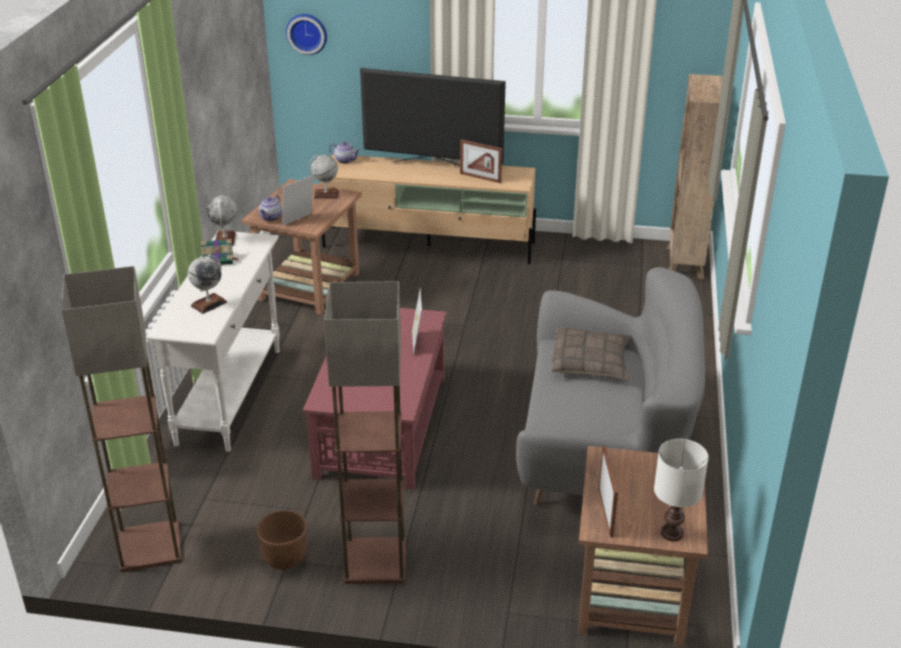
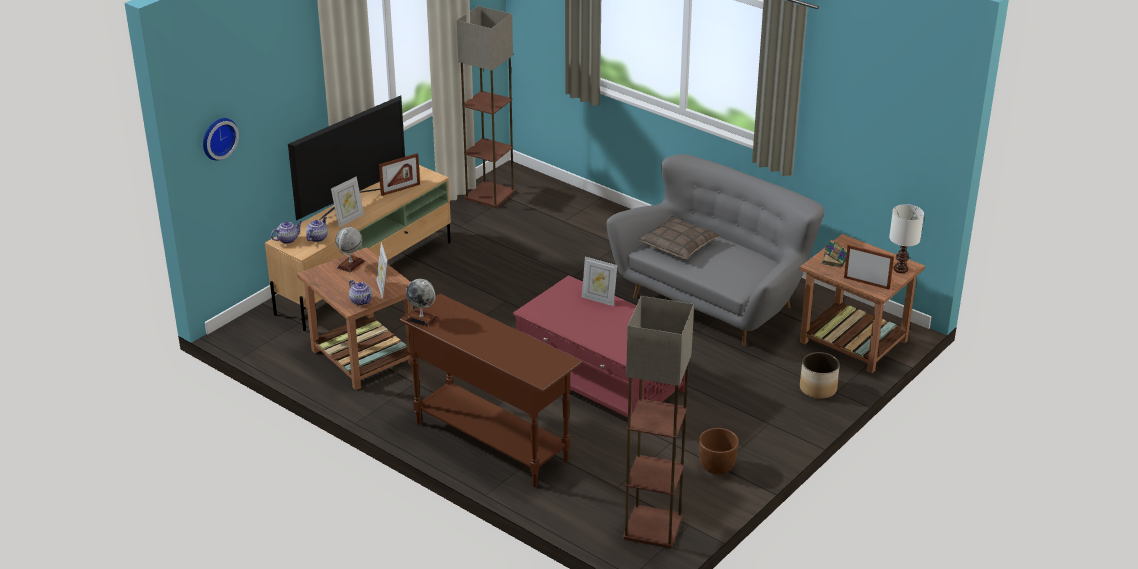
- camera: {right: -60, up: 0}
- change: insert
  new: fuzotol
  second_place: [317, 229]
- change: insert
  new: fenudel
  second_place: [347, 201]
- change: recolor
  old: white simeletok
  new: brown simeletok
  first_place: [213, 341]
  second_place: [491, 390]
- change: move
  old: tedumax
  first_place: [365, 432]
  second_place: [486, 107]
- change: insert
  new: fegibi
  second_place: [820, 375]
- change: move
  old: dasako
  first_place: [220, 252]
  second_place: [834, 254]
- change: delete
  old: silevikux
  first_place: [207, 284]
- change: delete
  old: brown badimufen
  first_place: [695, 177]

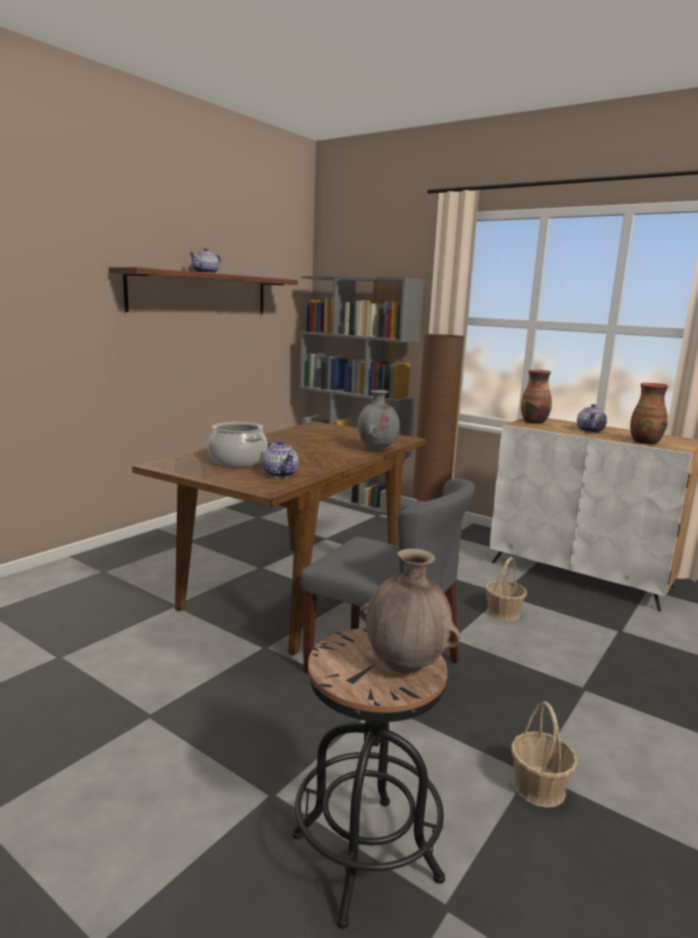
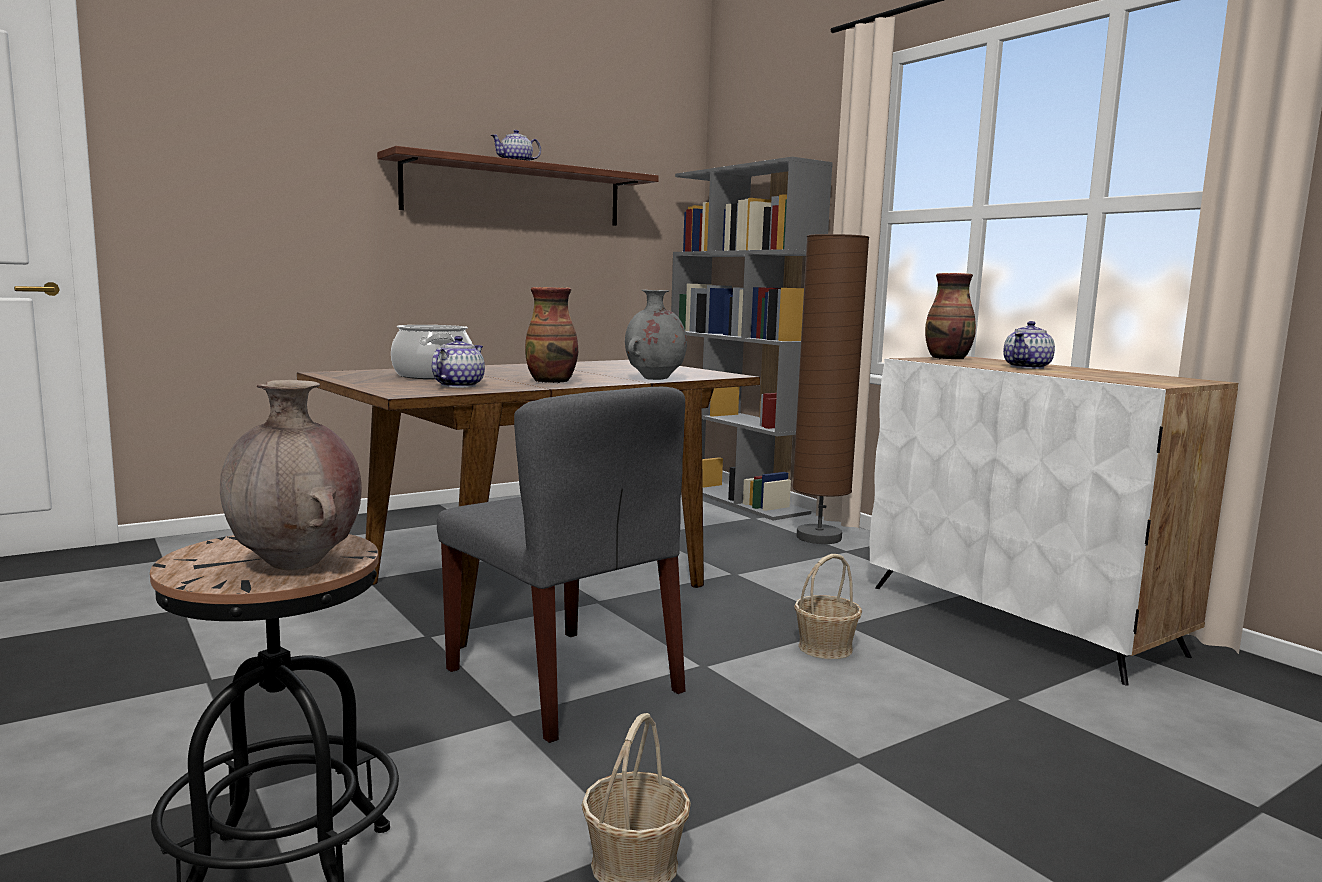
- camera: {right: 20, up: -5}
- change: rotate
  old: fuzotol
  first_place: [280, 459]
  second_place: [458, 362]
  degrees: -150
- change: move
  old: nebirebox
  first_place: [649, 413]
  second_place: [551, 335]

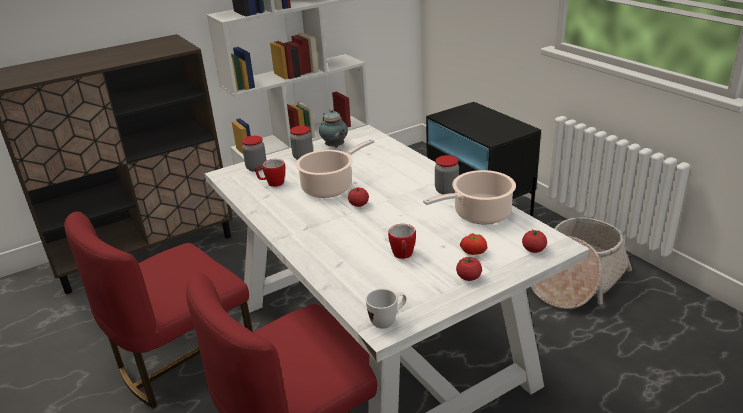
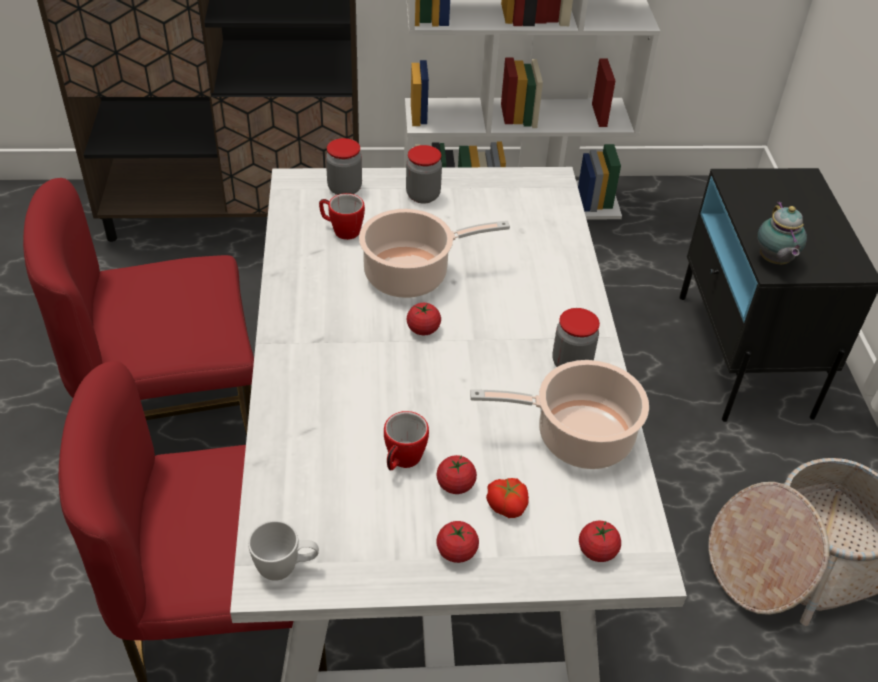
- camera: {right: 25, up: 15}
- change: insert
  new: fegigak
  second_place: [456, 474]
- change: move
  old: fuzotol
  first_place: [333, 128]
  second_place: [782, 233]

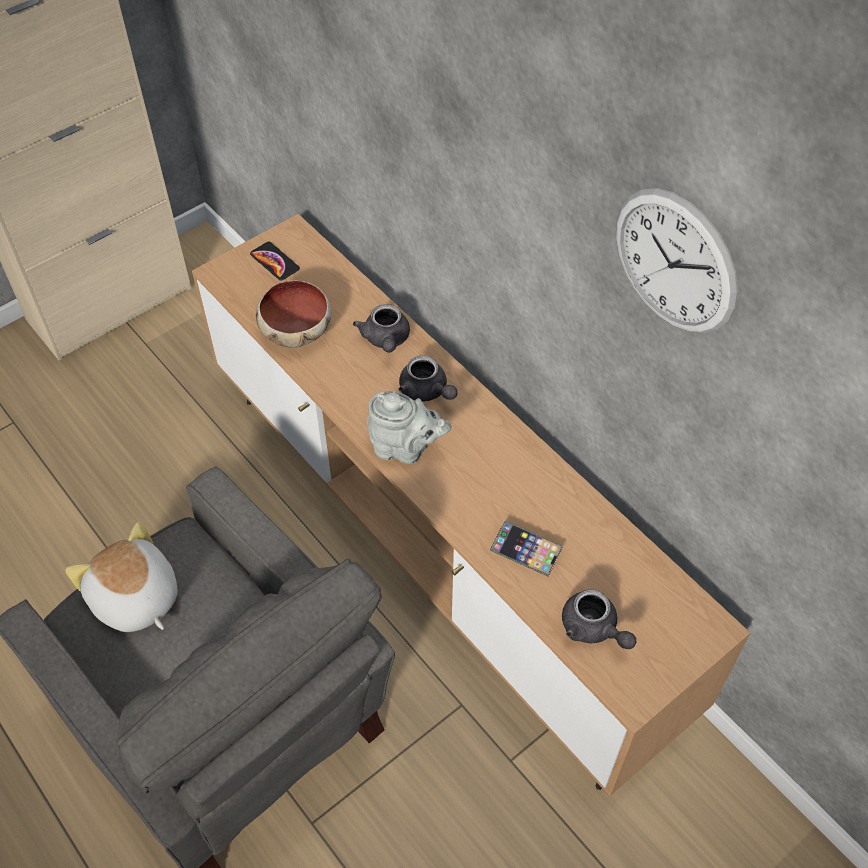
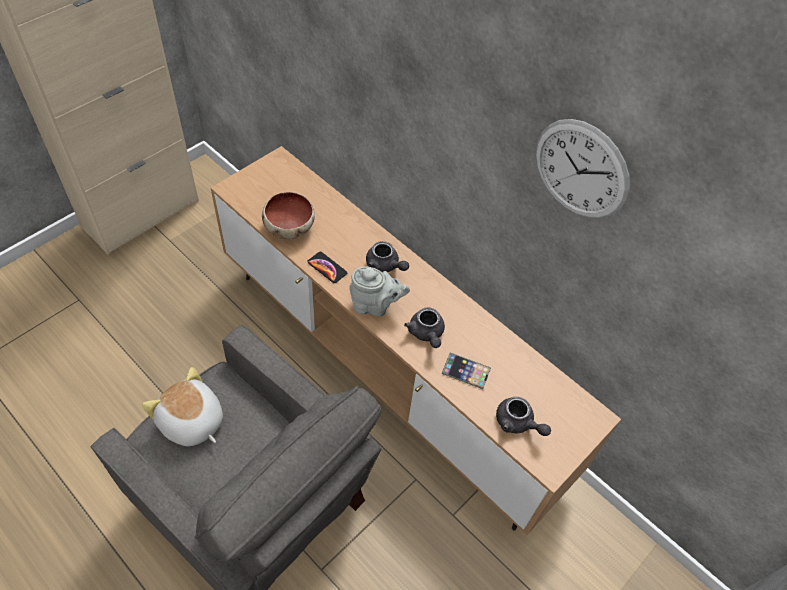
- camera: {right: -10, up: 0}
- change: move
  old: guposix
  first_place: [275, 261]
  second_place: [327, 267]
- change: move
  old: grey fuzotol
  first_place: [381, 328]
  second_place: [424, 328]

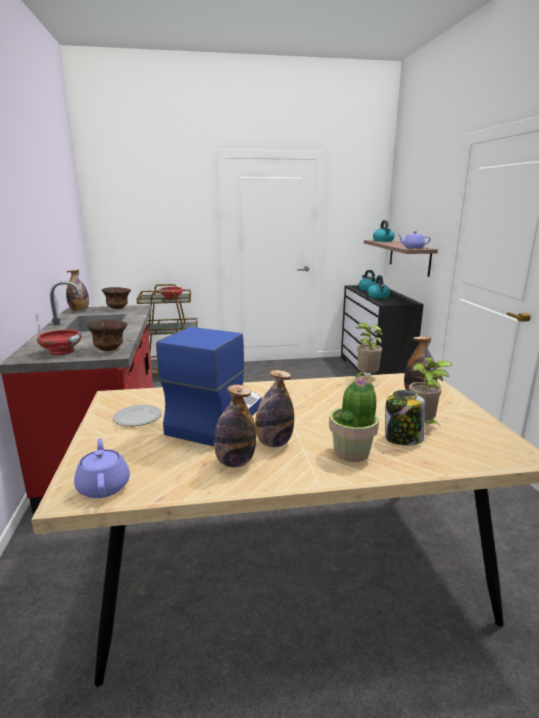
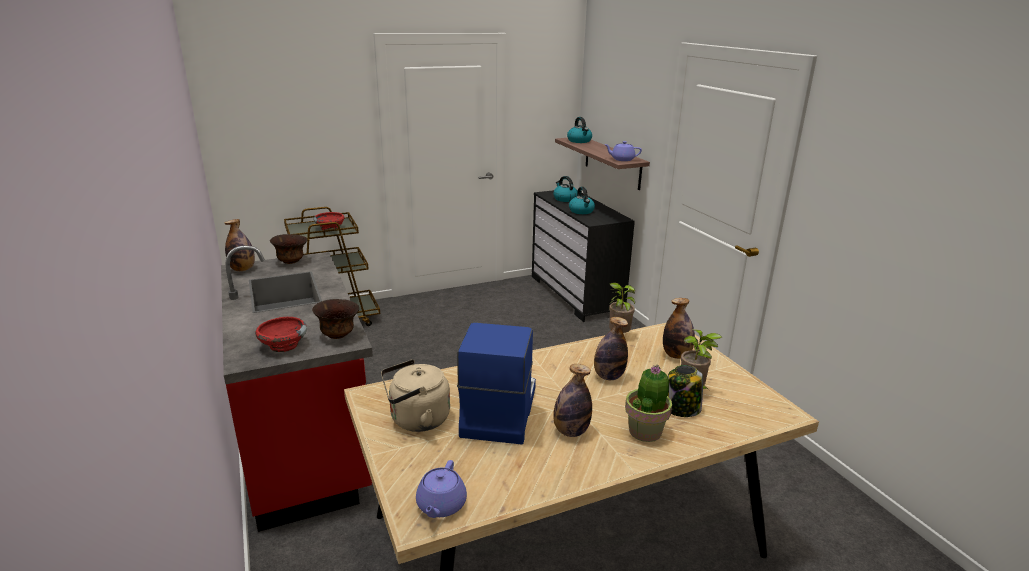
- camera: {right: -15, up: 5}
- change: replace
  old: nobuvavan
  new: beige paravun
  first_place: [137, 415]
  second_place: [415, 395]
- change: rotate
  old: purple fuzotol
  first_place: [102, 468]
  second_place: [441, 489]
  degrees: -135
- change: move
  old: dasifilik
  first_place: [235, 426]
  second_place: [611, 348]

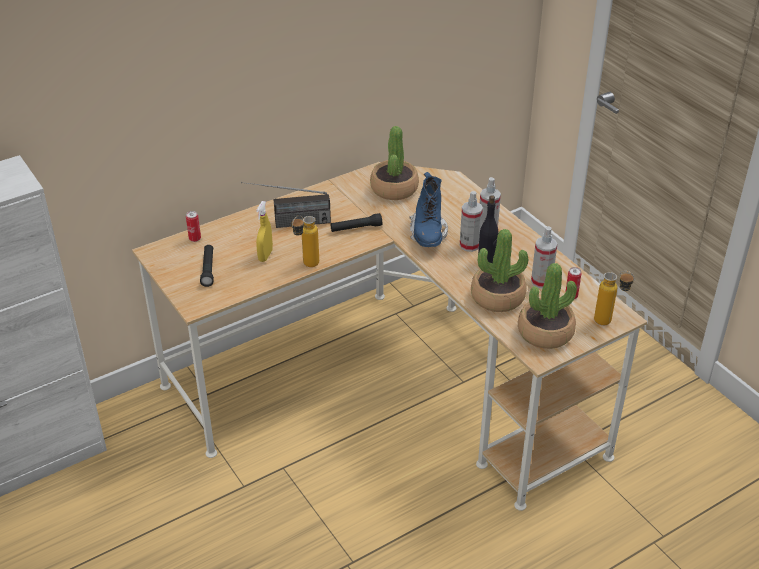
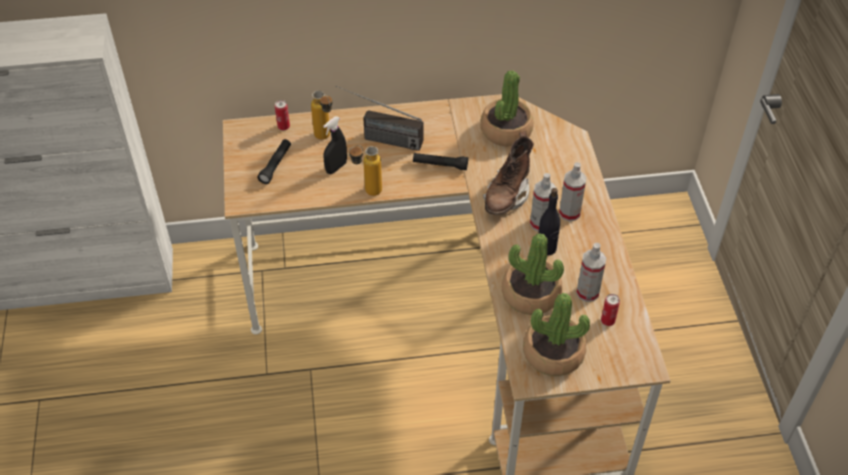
- camera: {right: 25, up: 10}
- change: move
  old: dasifilik
  first_place: [614, 298]
  second_place: [321, 115]
- change: recolor
  old: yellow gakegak
  new: black gakegak
  first_place: [264, 231]
  second_place: [335, 145]
- change: recolor
  old: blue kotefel
  new: brown kotefel
  first_place: [428, 209]
  second_place: [508, 174]

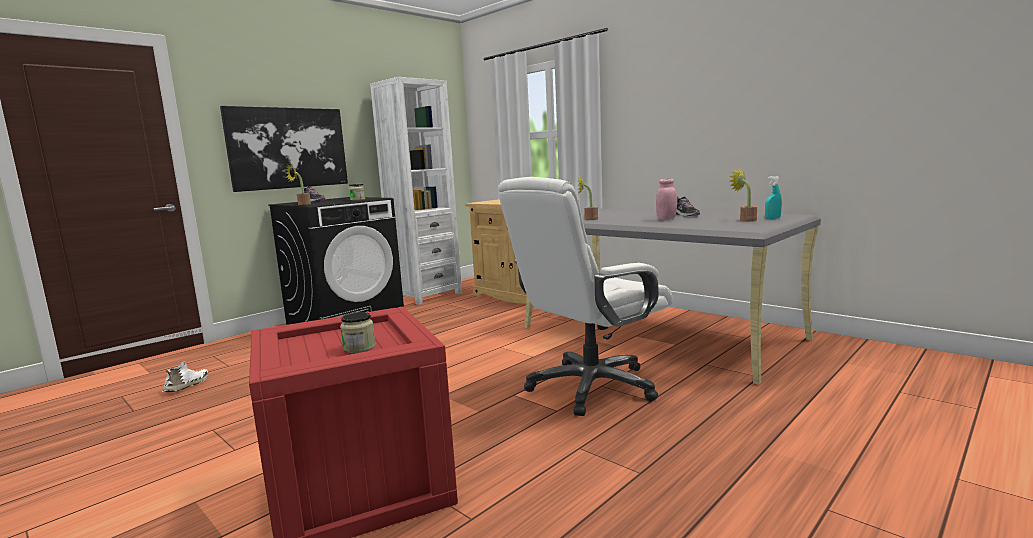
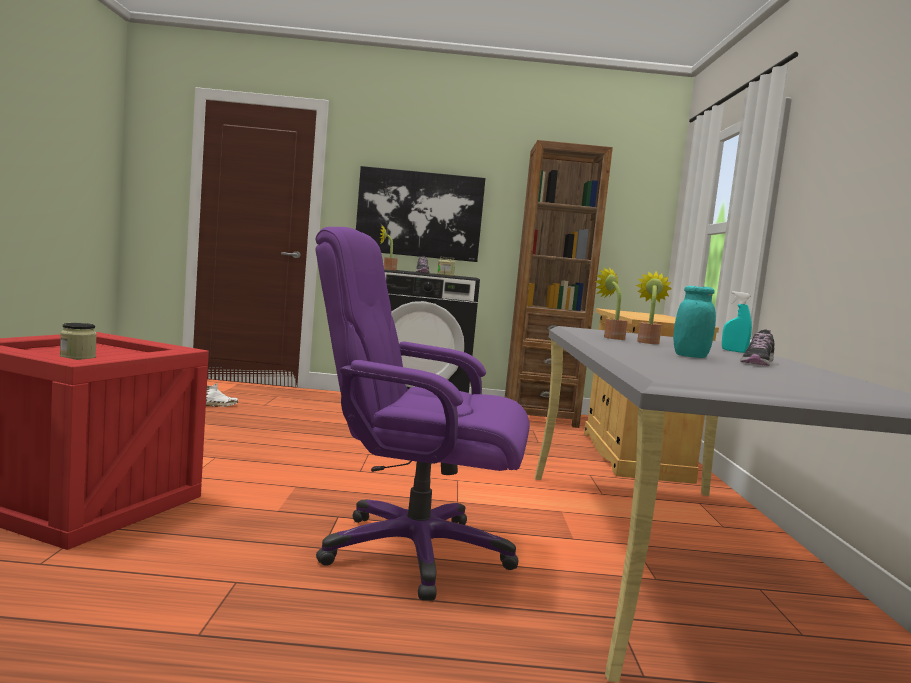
- camera: {right: 45, up: -5}
- change: recolor
  old: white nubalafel
  new: purple nubalafel
  first_place: [585, 296]
  second_place: [422, 413]
- change: recolor
  old: white badimufen
  new: brown badimufen
  first_place: [416, 191]
  second_place: [559, 284]
- change: move
  old: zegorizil
  first_place: [743, 195]
  second_place: [654, 307]
- change: recolor
  old: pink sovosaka
  new: turquoise sovosaka
  first_place: [666, 199]
  second_place: [694, 322]
- change: move
  old: turquoise gakegak
  first_place: [773, 197]
  second_place: [737, 322]

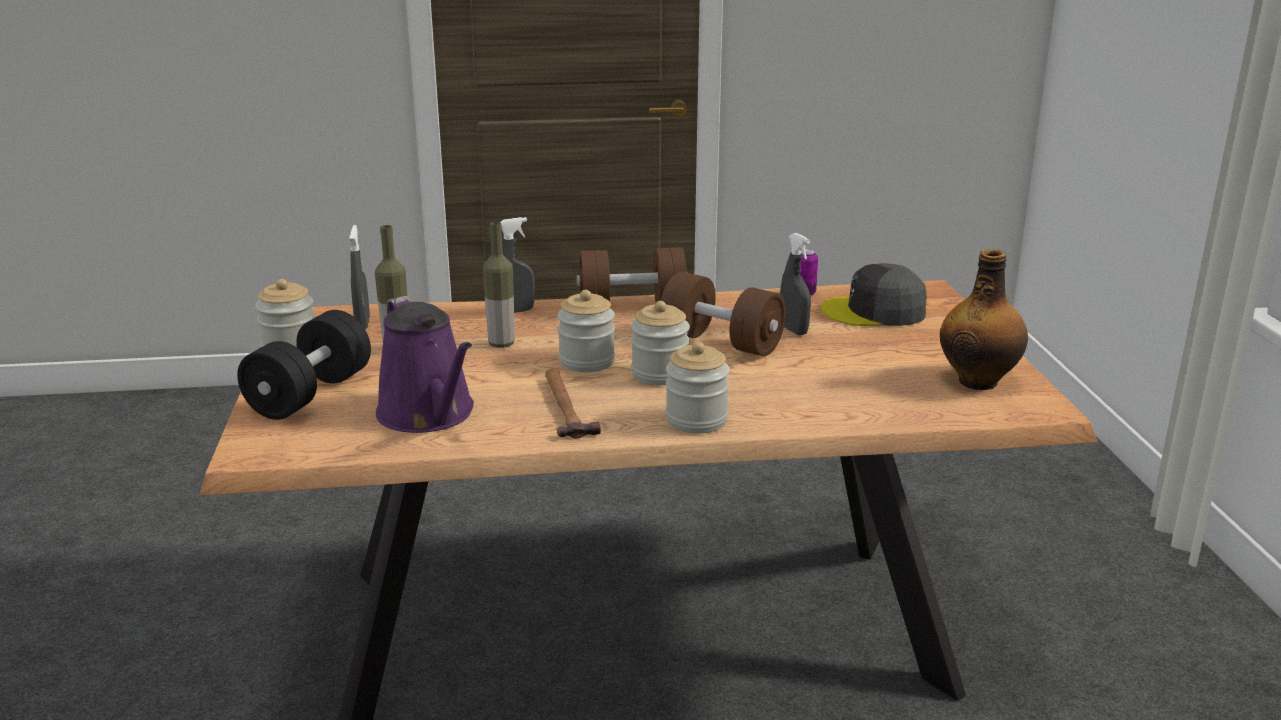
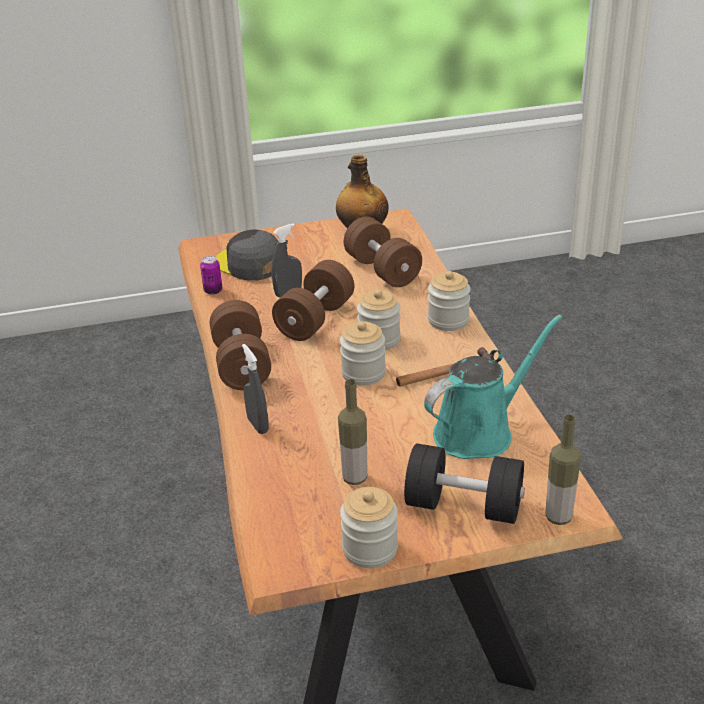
- camera: {right: -95, up: 10}
- change: rotate
  old: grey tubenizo
  first_place: [873, 294]
  second_place: [247, 255]
  degrees: 135
- change: insert
  new: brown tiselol
  second_place: [383, 251]
- change: recolor
  old: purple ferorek
  new: turquoise ferorek
  first_place: [425, 364]
  second_place: [493, 387]
- change: move
  old: dasifilik
  first_place: [499, 285]
  second_place: [563, 469]
- change: delete
  old: grey gakegak
  first_place: [359, 277]

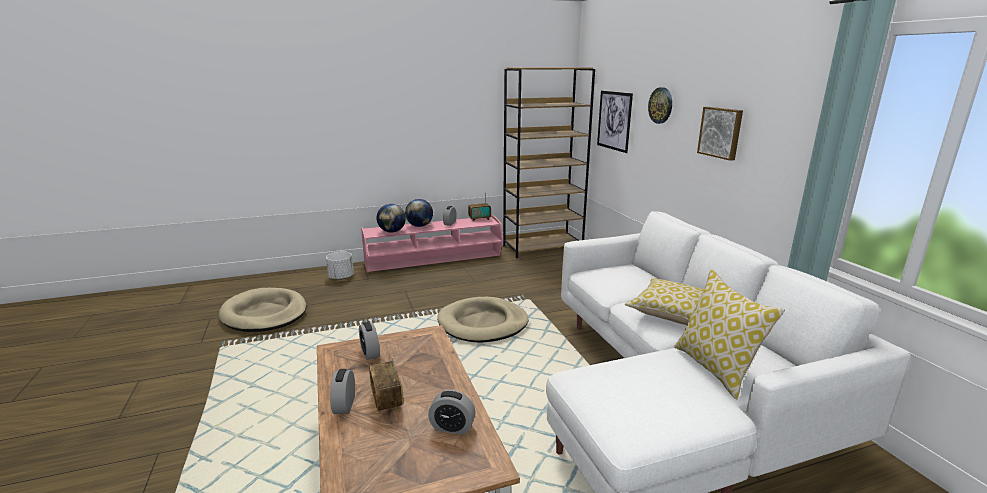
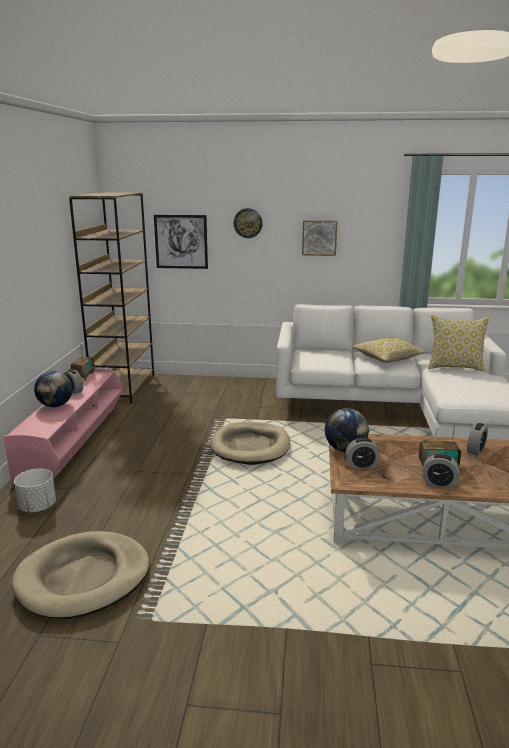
- camera: {right: -65, up: 0}
- change: move
  old: silevikux
  first_place: [391, 218]
  second_place: [347, 430]

